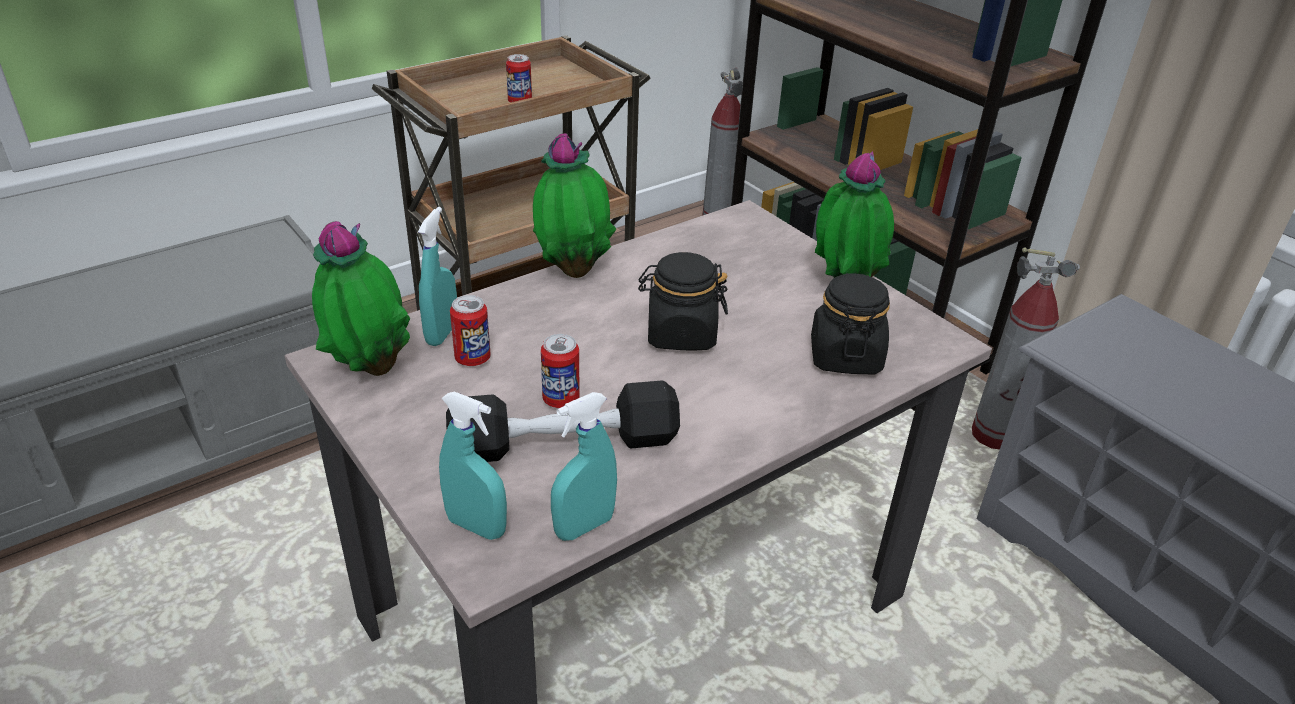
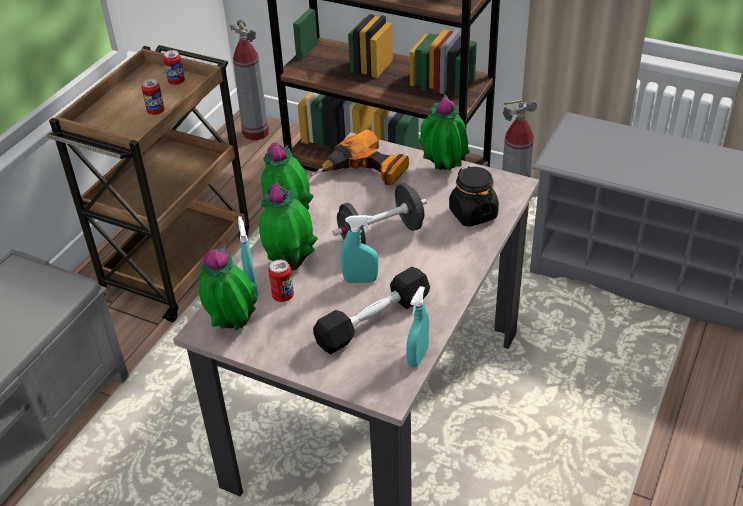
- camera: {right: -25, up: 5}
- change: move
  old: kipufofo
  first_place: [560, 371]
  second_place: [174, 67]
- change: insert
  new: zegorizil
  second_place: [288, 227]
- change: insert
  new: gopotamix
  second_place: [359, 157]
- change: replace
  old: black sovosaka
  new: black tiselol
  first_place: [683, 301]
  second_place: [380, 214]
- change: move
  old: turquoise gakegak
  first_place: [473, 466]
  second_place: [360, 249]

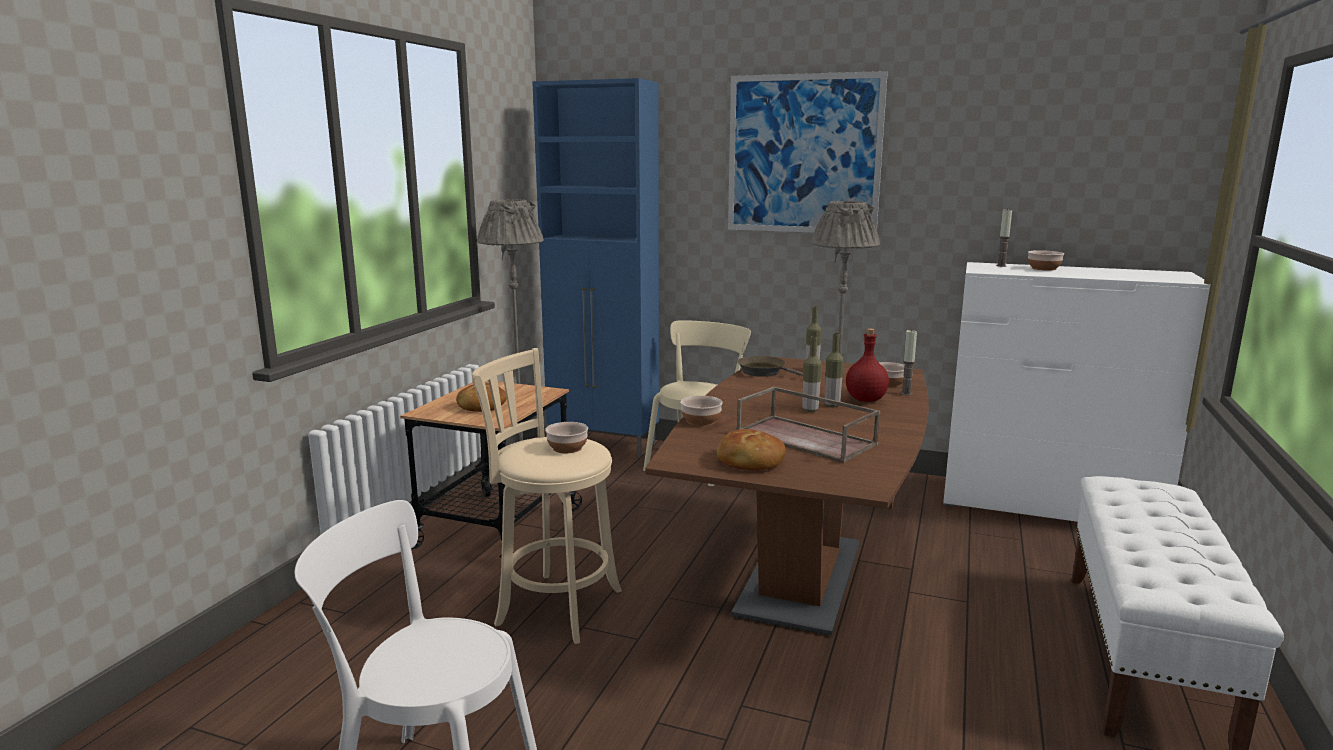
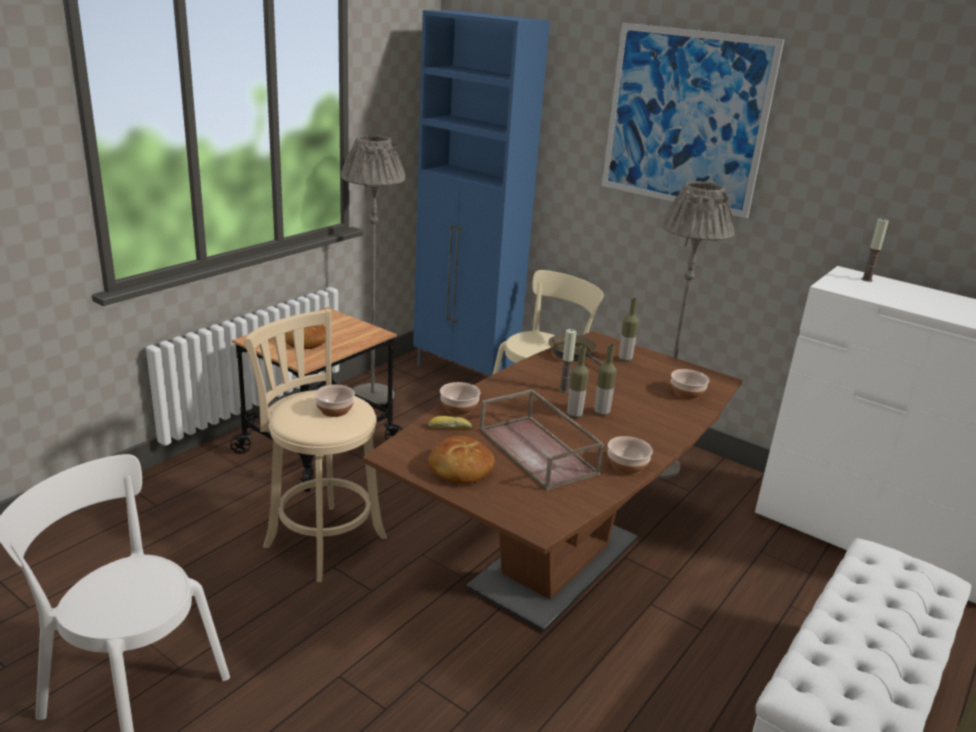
- camera: {right: 15, up: 10}
- change: insert
  new: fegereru
  second_place: [450, 422]
- change: move
  old: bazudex
  first_place: [909, 362]
  second_place: [568, 361]
- change: move
  old: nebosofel
  first_place: [1046, 260]
  second_place: [630, 455]
- change: delete
  old: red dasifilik
  first_place: [867, 365]

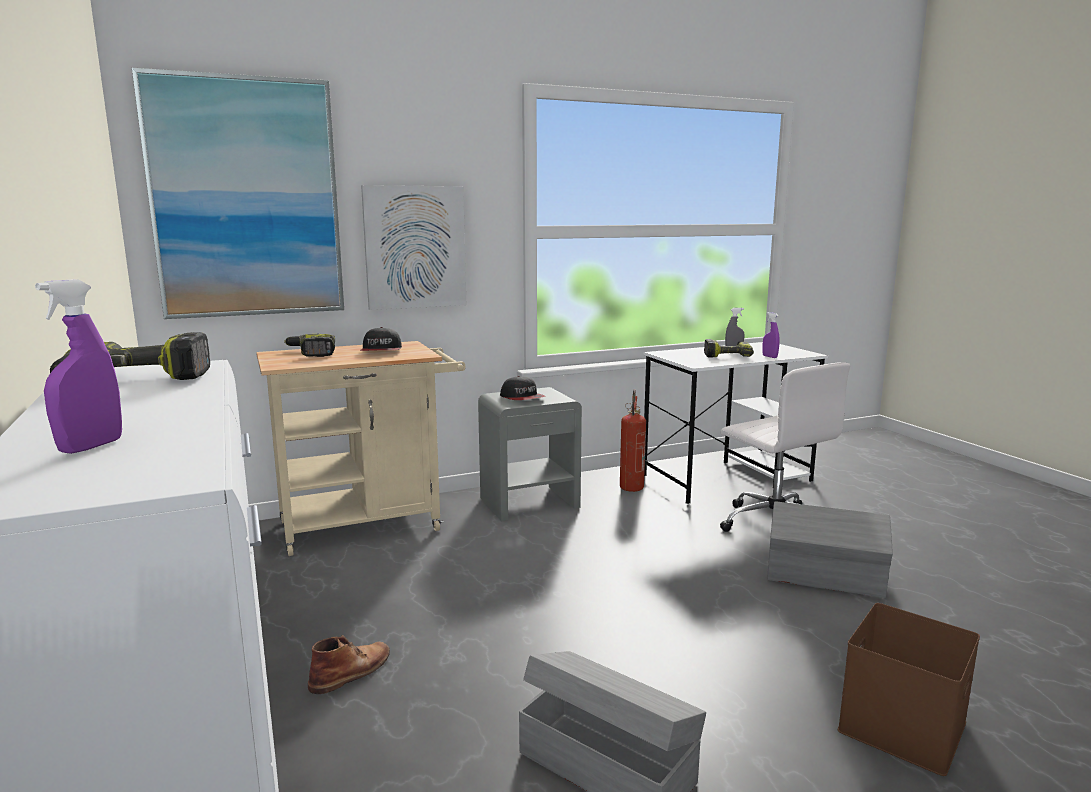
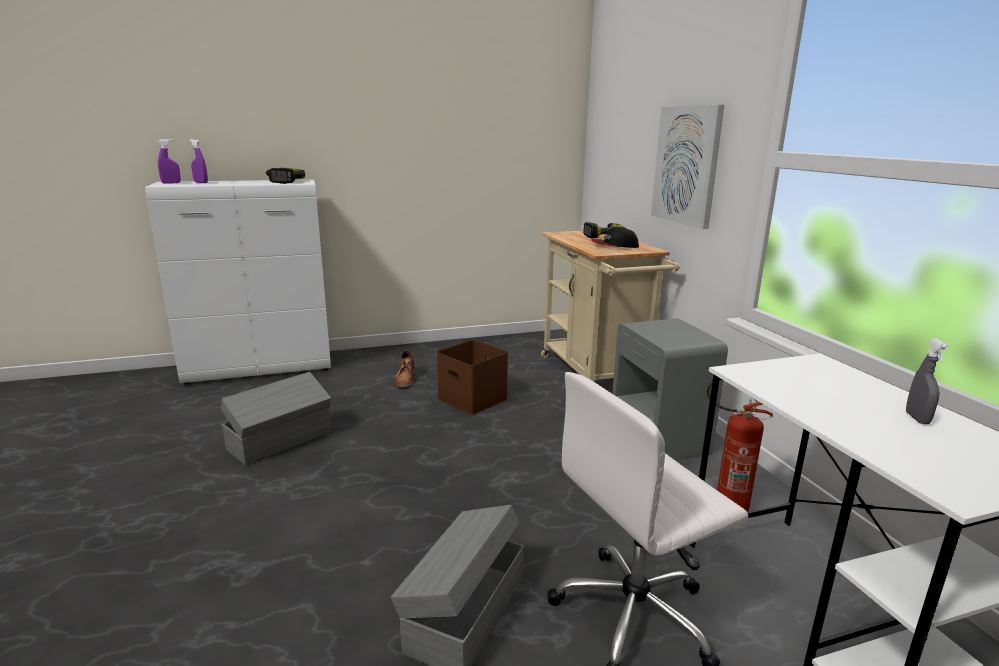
- camera: {right: 95, up: 5}
- change: move
  old: purple gakegak
  first_place: [771, 335]
  second_place: [169, 161]
- change: rotate
  old: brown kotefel
  first_place: [349, 664]
  second_place: [404, 369]
  degrees: 45
- change: move
  old: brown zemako
  first_place: [909, 689]
  second_place: [472, 377]
- change: delete
  old: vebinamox
  first_place: [238, 193]
- change: delete
  old: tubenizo
  first_place: [522, 388]
- change: delete
  old: gopotamix
  first_place: [729, 348]

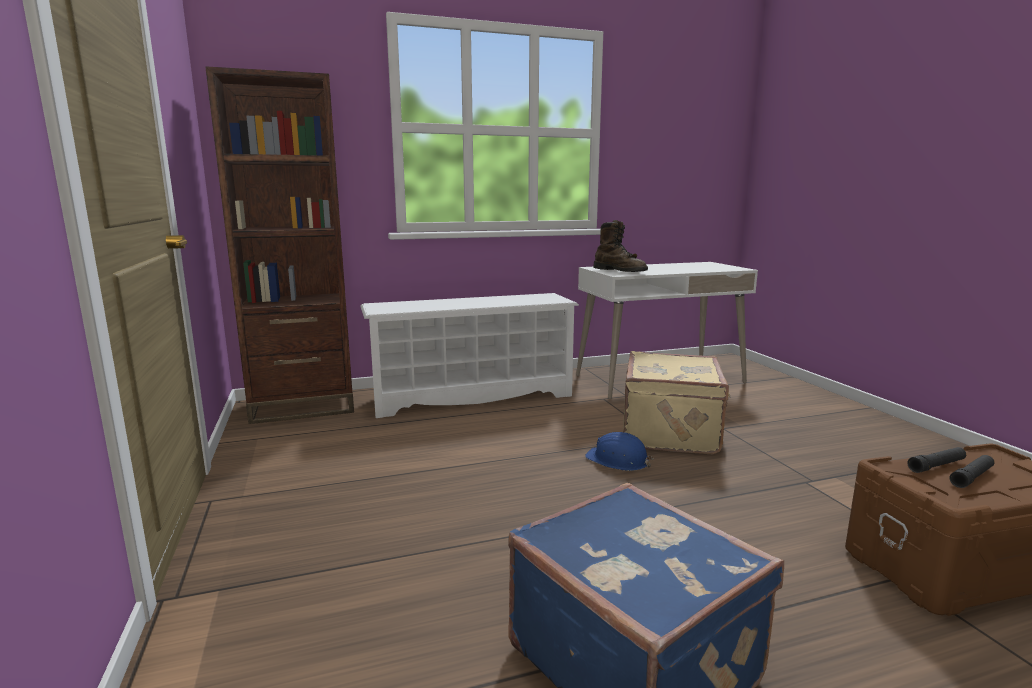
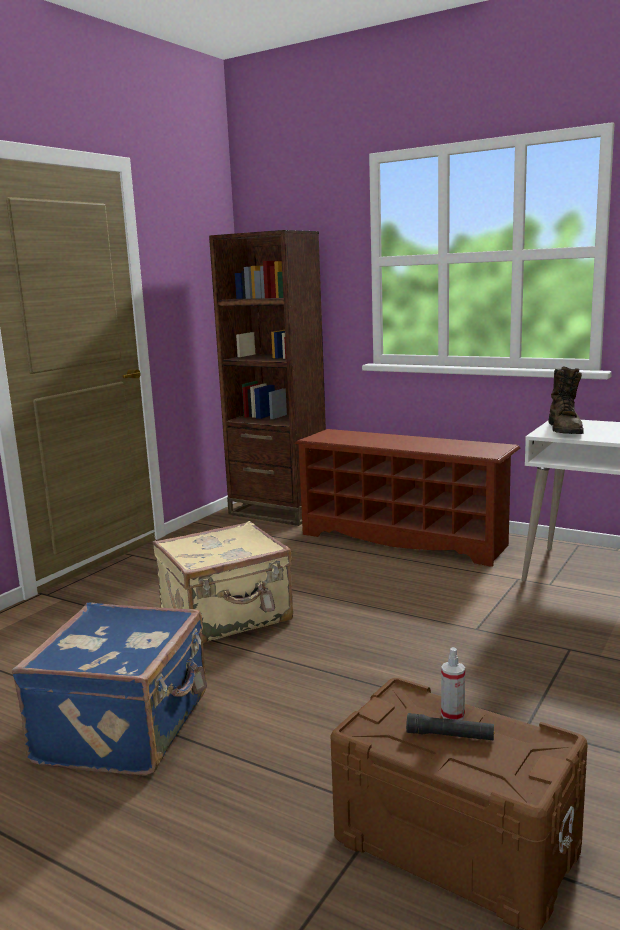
- camera: {right: 50, up: 0}
- change: move
  old: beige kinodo
  first_place: [677, 402]
  second_place: [223, 582]
- change: recolor
  old: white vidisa
  new: brown vidisa
  first_place: [469, 355]
  second_place: [408, 498]
- change: replace
  old: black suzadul
  new: gakegak
  first_place: [936, 460]
  second_place: [453, 683]
- change: delete
  old: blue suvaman
  first_place: [619, 451]

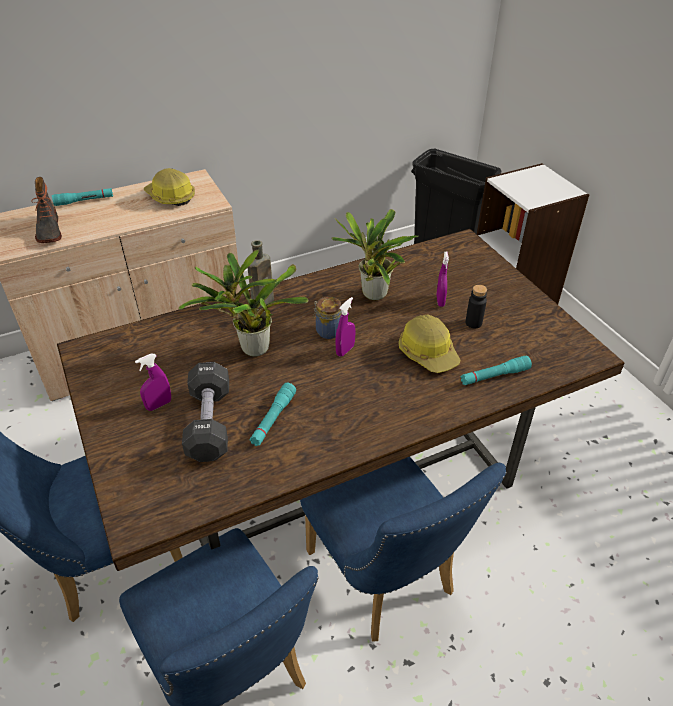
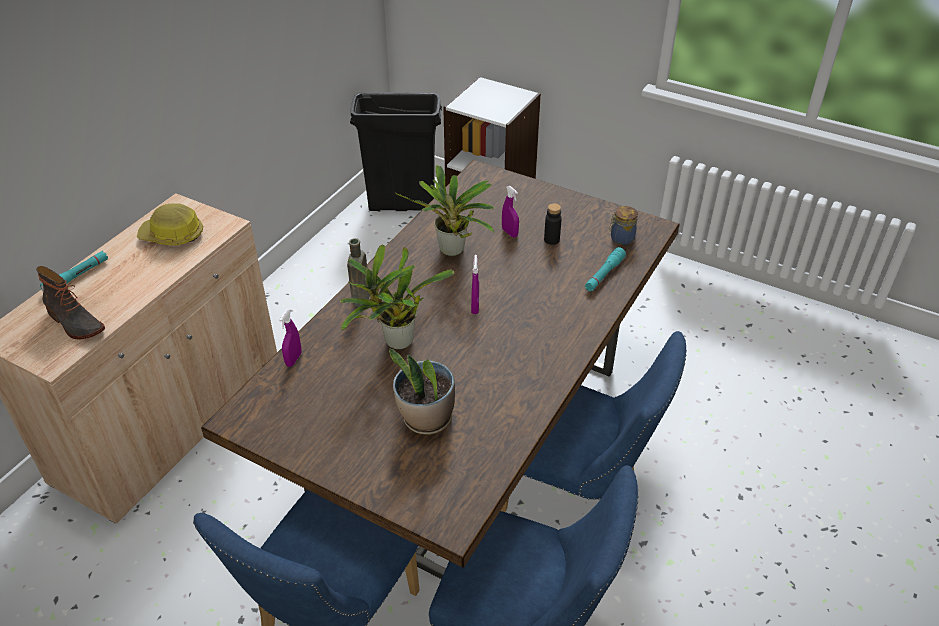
- camera: {right: -35, up: 0}
- change: move
  old: purple gakegak
  first_place: [153, 382]
  second_place: [290, 338]
- change: replace
  old: black tiselol
  new: zegorizil
  first_place: [205, 412]
  second_place: [422, 392]
- change: move
  old: sovosaka
  first_place: [327, 318]
  second_place: [623, 225]
- change: delete
  old: turquoise suzadul
  first_place: [273, 414]
- change: delete
  old: suvaman
  first_place: [429, 343]

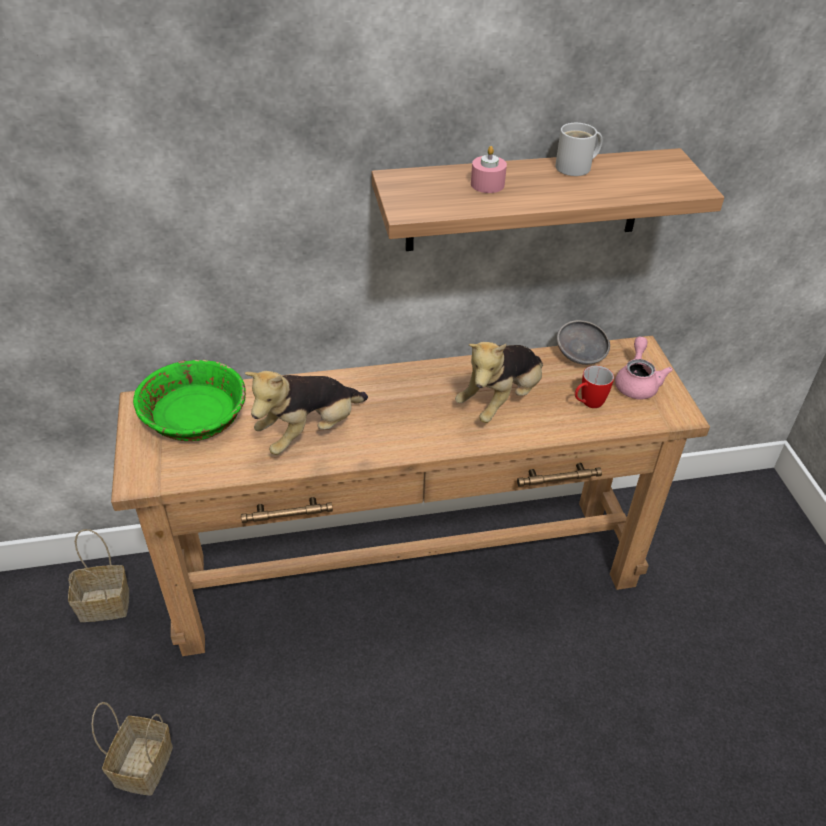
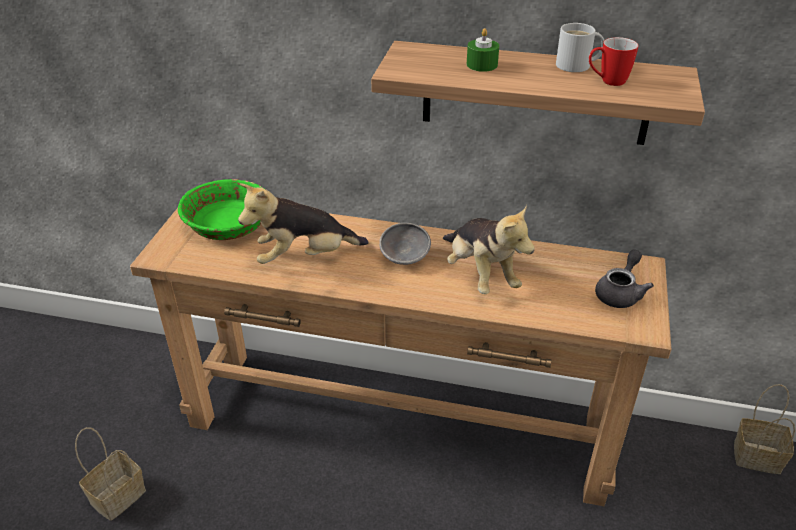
- camera: {right: 25, up: -5}
- change: move
  old: grey nebosofel
  first_place: [583, 342]
  second_place: [405, 244]
- change: rotate
  old: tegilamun
  first_place: [499, 382]
  second_place: [489, 249]
  degrees: -90
- change: recolor
  old: pink bazudex
  new: green bazudex
  first_place: [489, 169]
  second_place: [482, 50]
- change: move
  old: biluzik
  first_place: [594, 386]
  second_place: [614, 61]
- change: recolor
  old: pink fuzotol
  new: grey fuzotol
  first_place: [644, 368]
  second_place: [624, 278]
- change: move
  old: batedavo
  first_place: [98, 575]
  second_place: [764, 429]

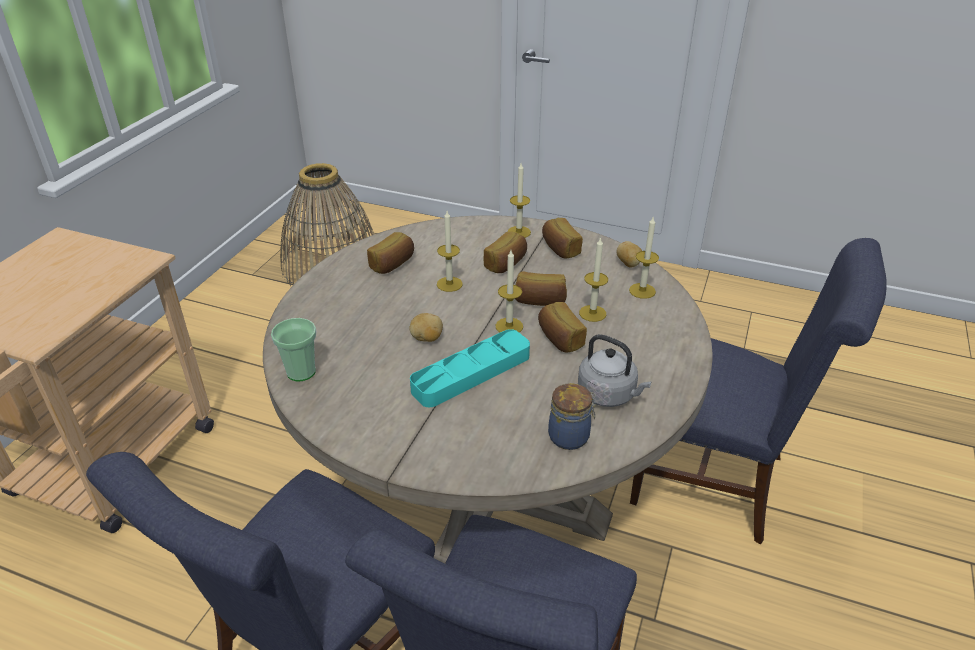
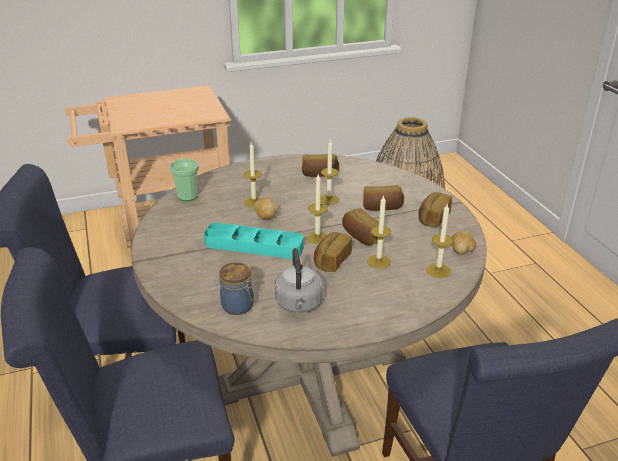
- camera: {right: 50, up: -5}
- change: move
  old: bazudex
  first_place: [519, 200]
  second_place: [253, 175]

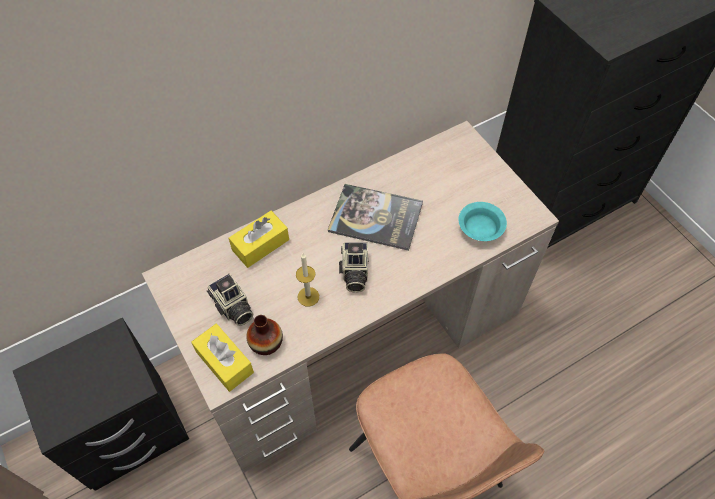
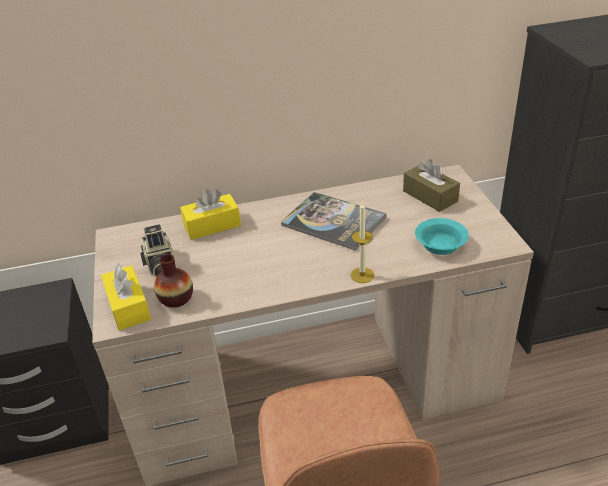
- camera: {right: 20, up: -20}
- change: move
  old: bazudex
  first_place: [307, 280]
  second_place: [363, 242]
- change: insert
  new: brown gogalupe
  second_place: [431, 185]
- change: delete
  old: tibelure
  first_place: [354, 267]

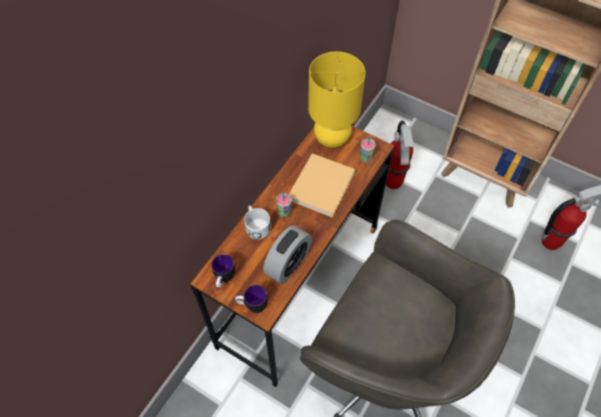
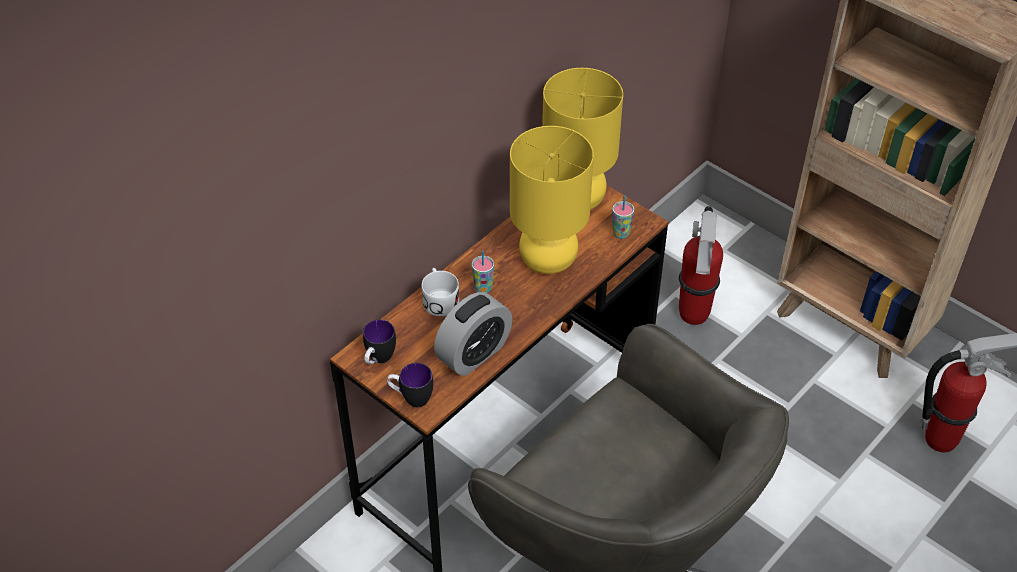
- camera: {right: 10, up: -10}
- change: replace
  old: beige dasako
  new: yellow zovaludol
  first_place: [322, 185]
  second_place: [552, 200]

